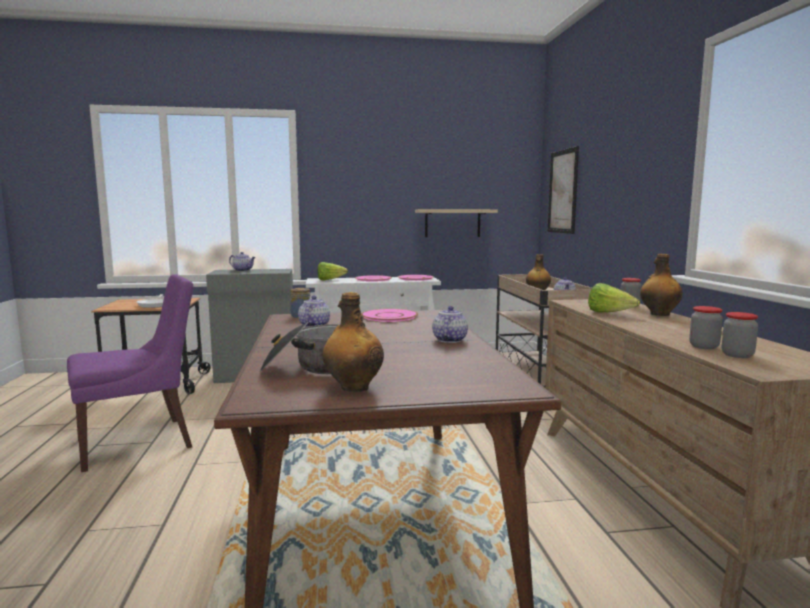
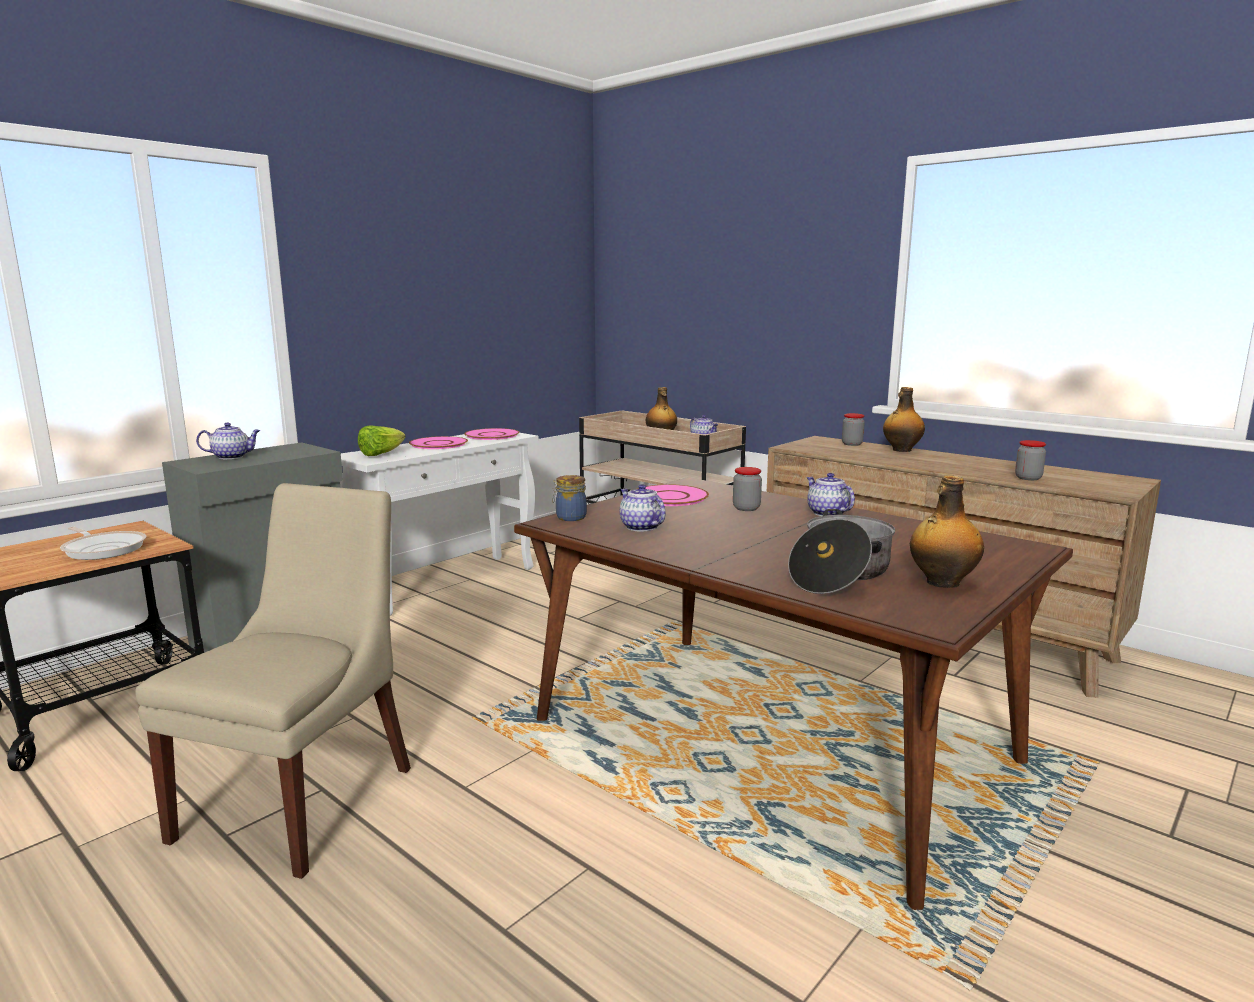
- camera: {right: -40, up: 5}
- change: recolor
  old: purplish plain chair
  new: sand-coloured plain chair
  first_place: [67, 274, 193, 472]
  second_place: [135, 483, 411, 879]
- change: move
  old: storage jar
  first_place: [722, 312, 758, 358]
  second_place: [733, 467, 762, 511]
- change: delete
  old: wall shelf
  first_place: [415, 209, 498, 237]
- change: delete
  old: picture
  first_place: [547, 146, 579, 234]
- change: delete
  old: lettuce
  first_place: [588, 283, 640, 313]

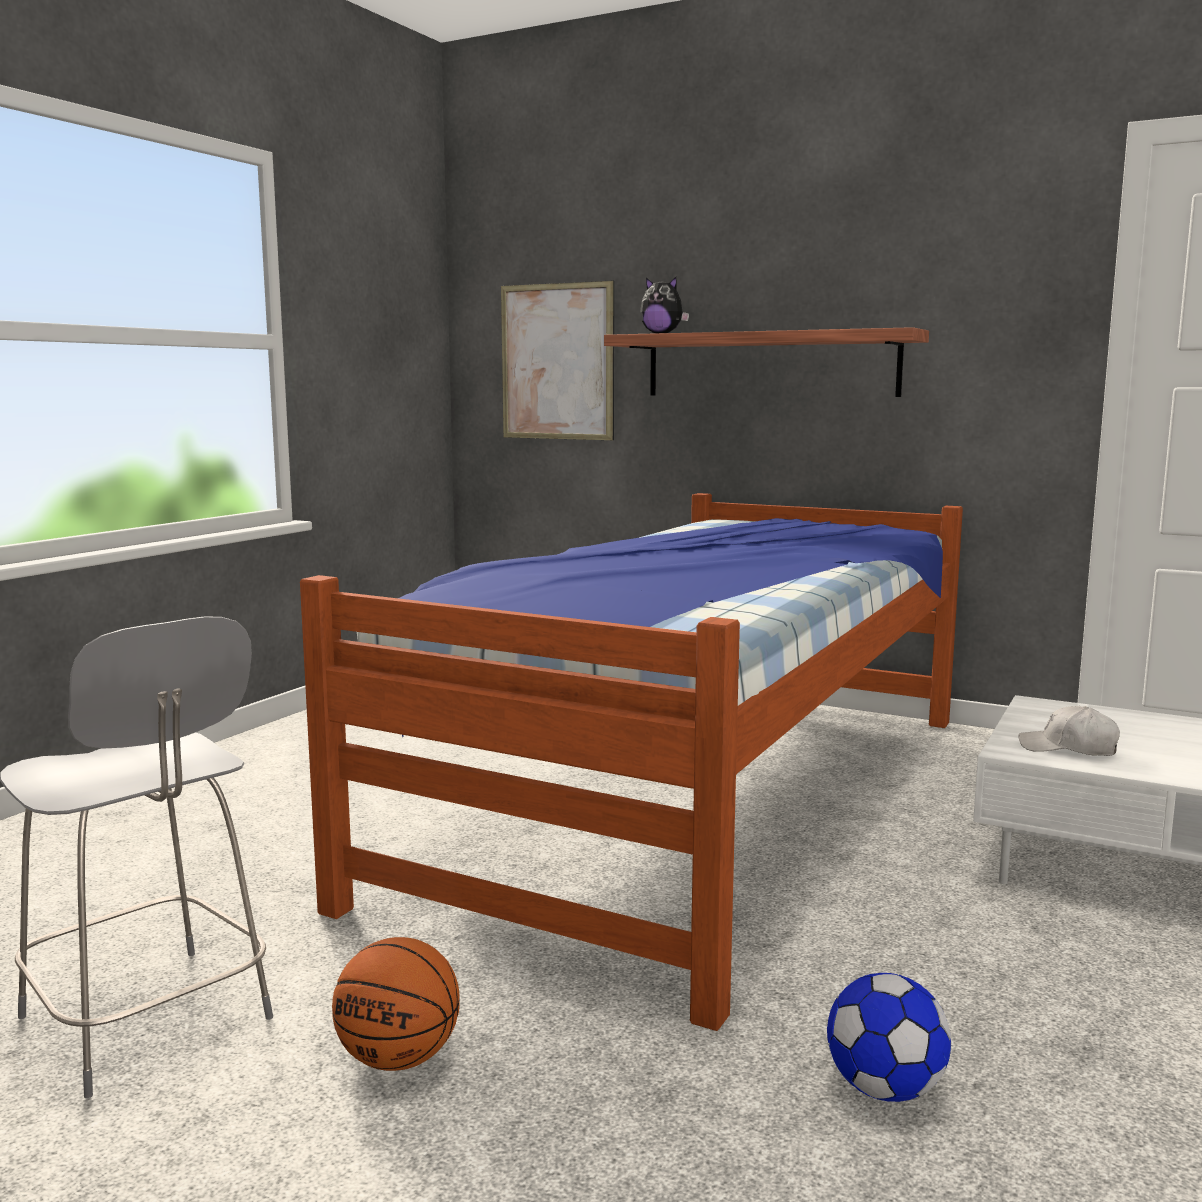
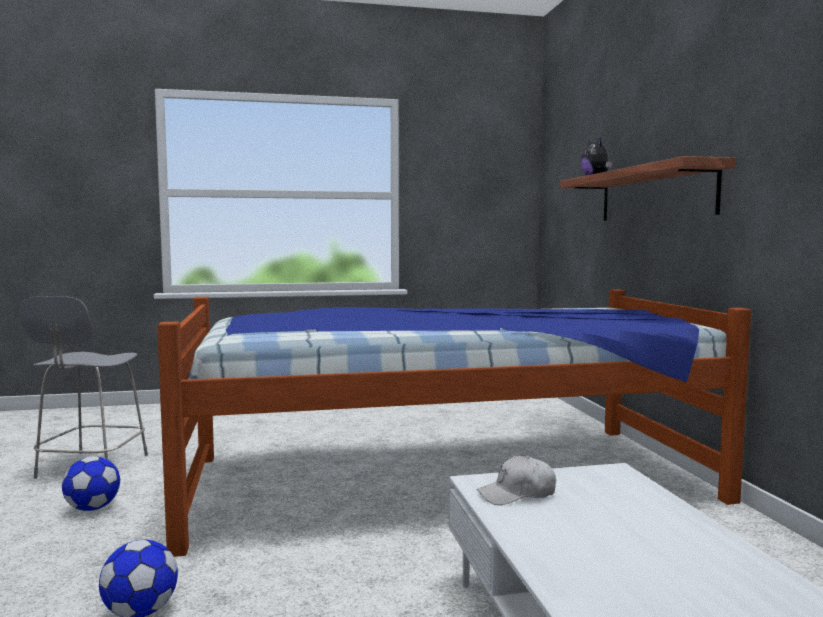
- camera: {right: 50, up: -5}
- change: replace
  old: ball for basketball
  new: football
  first_place: [332, 937, 460, 1071]
  second_place: [62, 456, 120, 511]
- change: rotate
  old: whitish cap
  first_place: [1019, 706, 1120, 756]
  second_place: [477, 456, 556, 505]
  degrees: -90
- change: delete
  old: picture
  first_place: [501, 280, 614, 440]

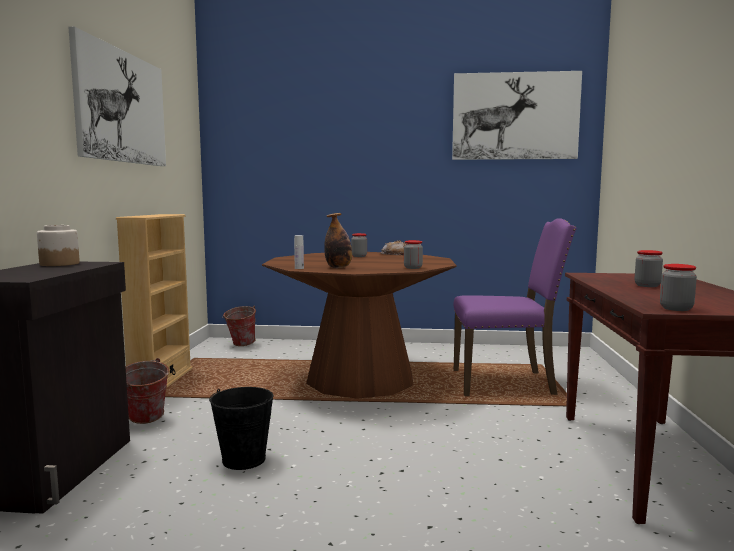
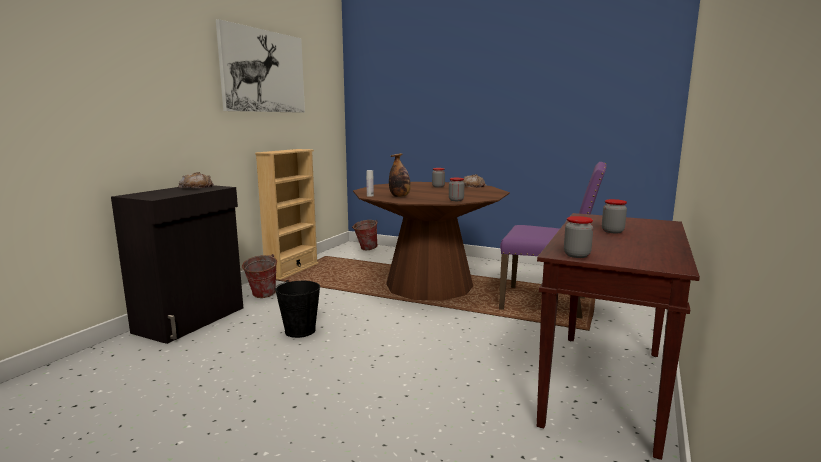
- camera: {right: 20, up: 5}
- change: replace
  old: storage jar
  new: bread
  first_place: [37, 225, 80, 266]
  second_place: [178, 172, 214, 188]
- change: delete
  old: picture
  first_place: [452, 71, 582, 160]

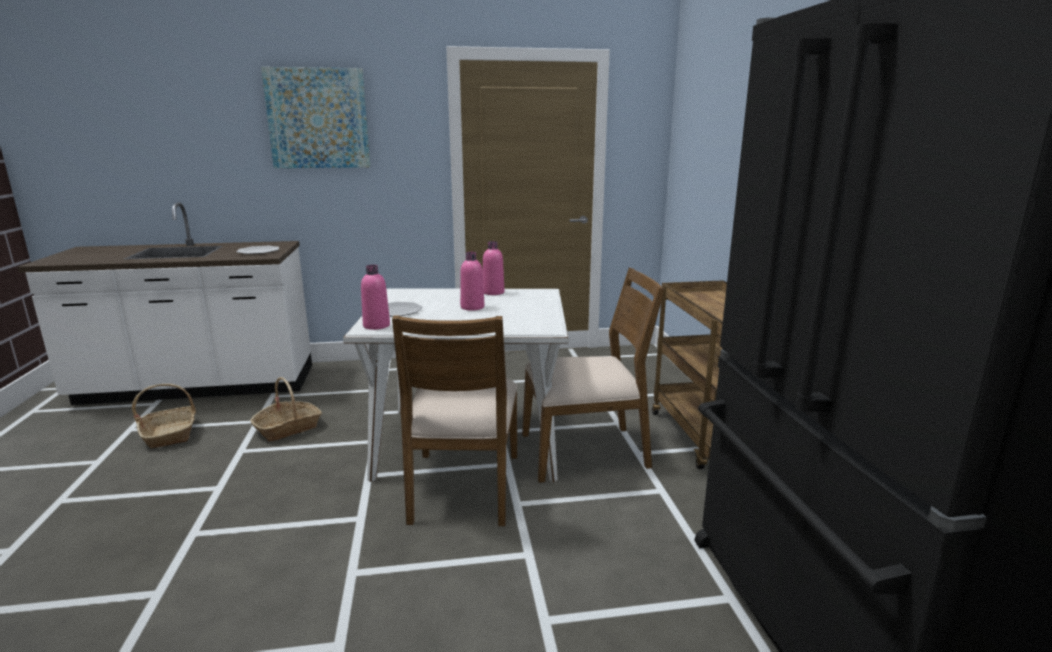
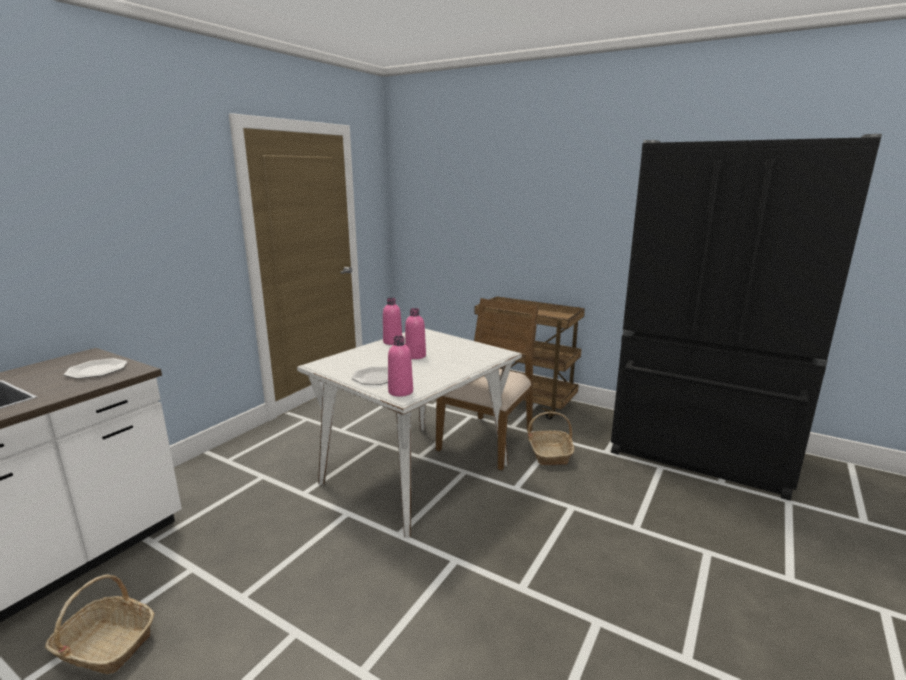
- camera: {right: -50, up: 0}
- change: move
  old: basket
  first_place: [250, 377, 322, 442]
  second_place: [527, 412, 574, 465]
- change: delete
  old: picture
  first_place: [261, 67, 370, 168]
- change: delete
  old: brown plain chair
  first_place: [392, 315, 517, 526]

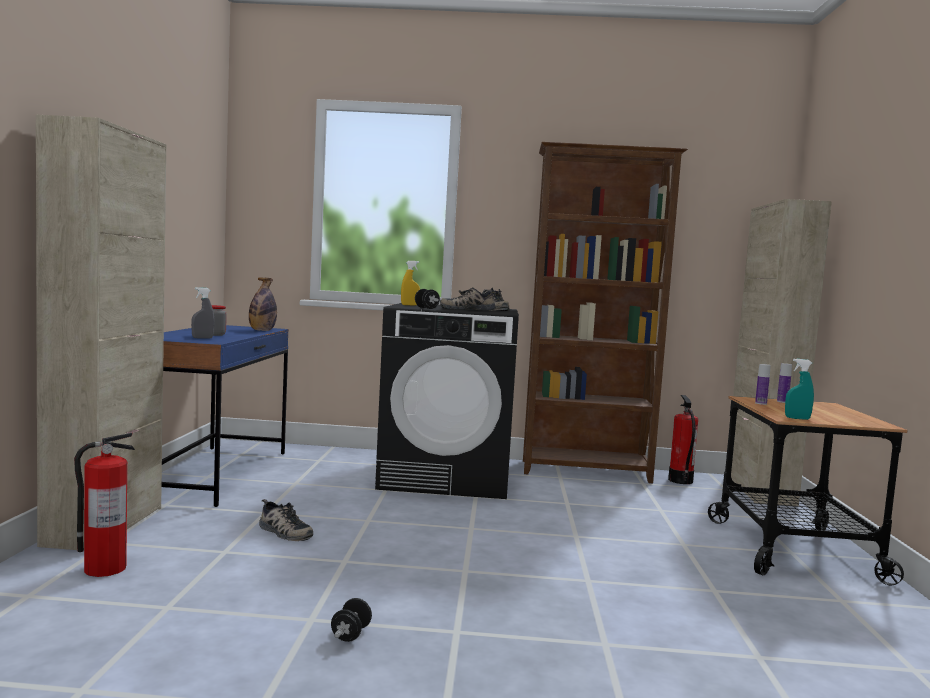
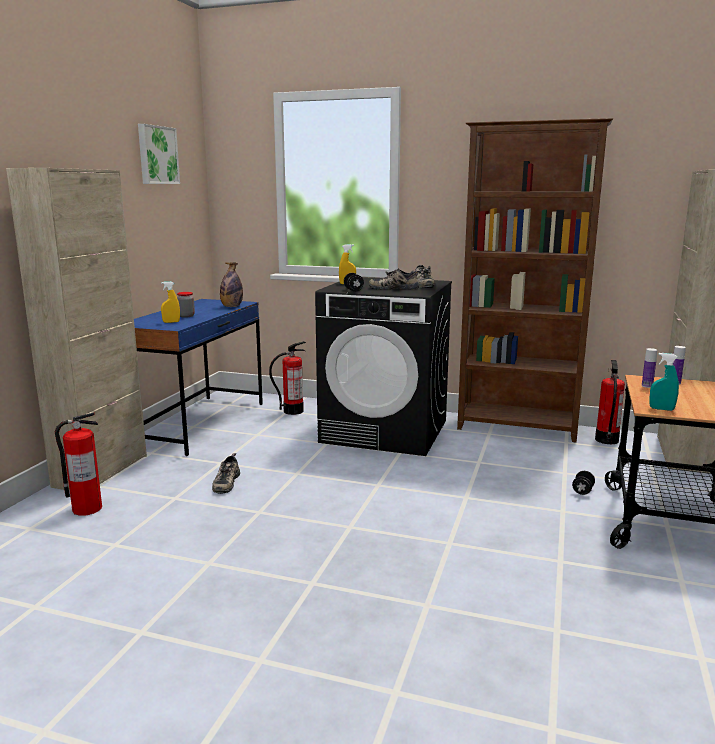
- camera: {right: 15, up: 10}
- change: insert
  new: picture
  second_place: [138, 124, 180, 184]
- change: recolor
  old: greyish spray bottle
  new: yellow-coloured spray bottle
  first_place: [191, 287, 214, 339]
  second_place: [161, 281, 180, 323]
- change: rotate
  old: item of footwear
  first_place: [259, 499, 313, 541]
  second_place: [212, 453, 240, 494]
  degrees: 45
- change: insert
  new: fire extinguisher
  second_place: [269, 341, 306, 415]
- change: move
  old: black-coloured hand weight
  first_place: [331, 598, 372, 642]
  second_place: [572, 471, 595, 495]

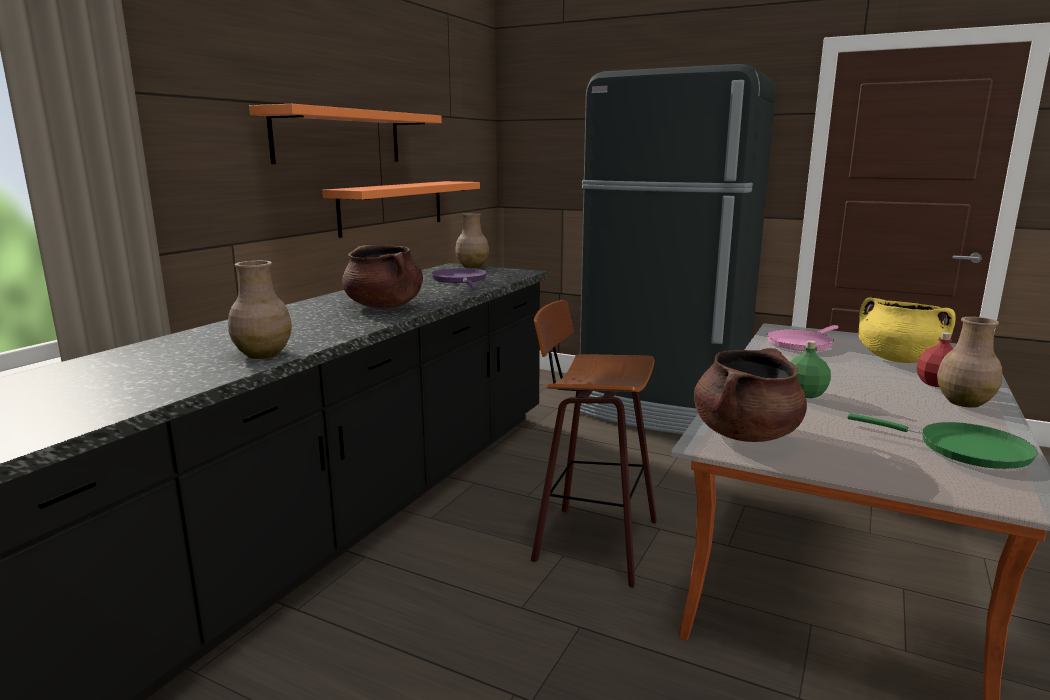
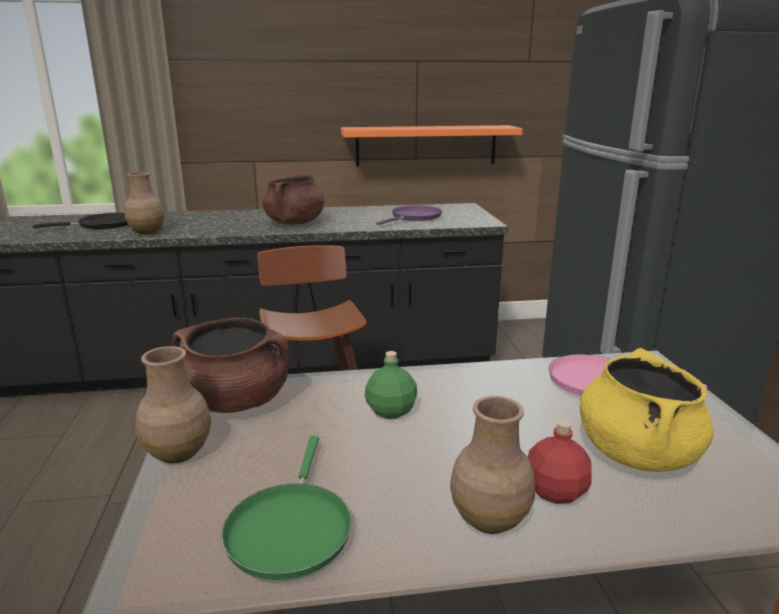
- camera: {right: 55, up: 5}
- change: insert
  new: black-coloured pan
  second_place: [33, 213, 129, 229]
- change: move
  old: brown flower vase
  first_place: [455, 213, 489, 268]
  second_place: [136, 346, 211, 464]
- change: delete
  old: orangey wall shelf
  first_place: [249, 104, 442, 164]

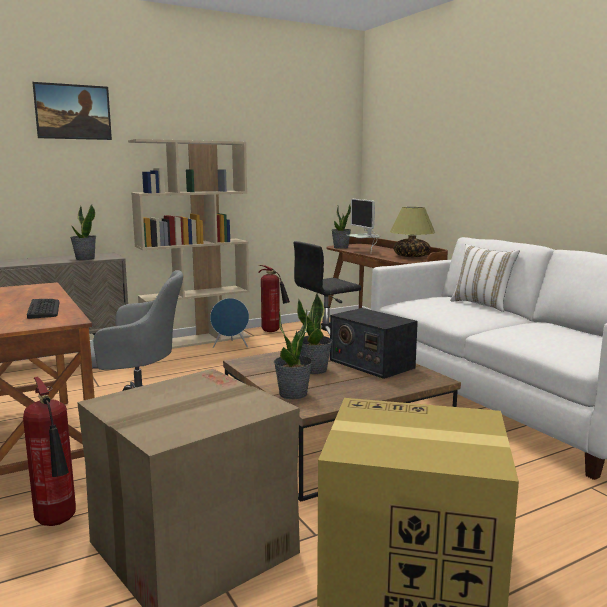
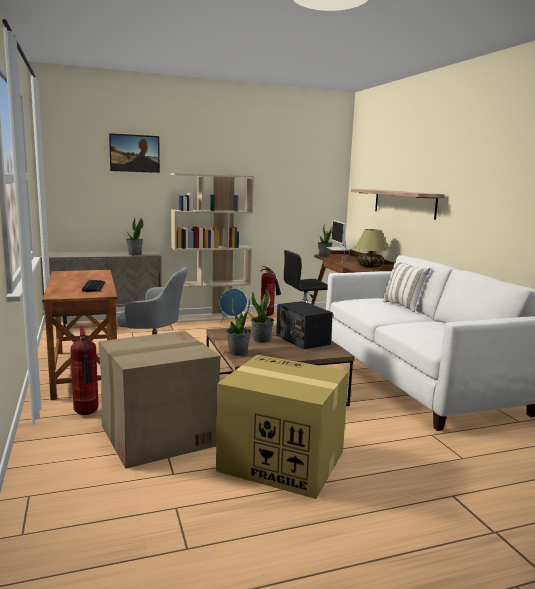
- camera: {right: 10, up: 0}
- change: insert
  new: wall shelf
  second_place: [351, 189, 445, 220]

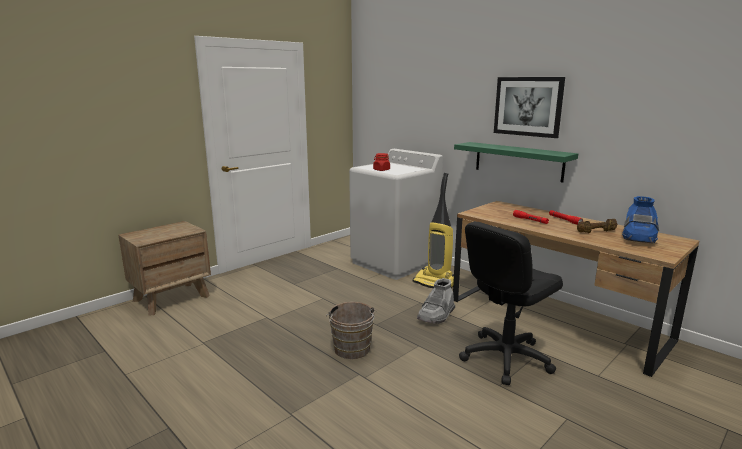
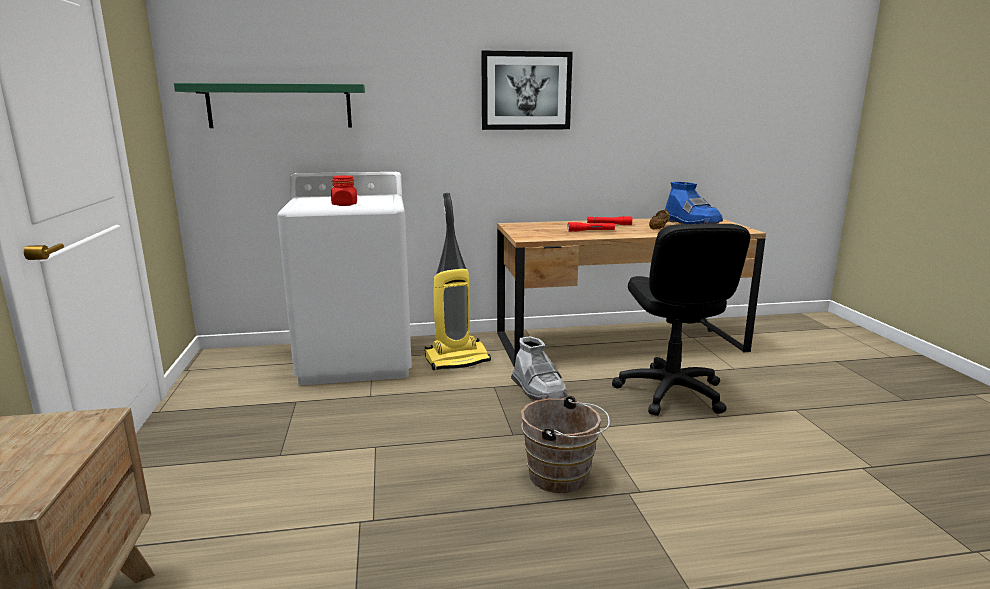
- camera: {right: -55, up: 0}
- change: move
  old: greenish wall shelf
  first_place: [454, 142, 578, 183]
  second_place: [174, 83, 365, 128]

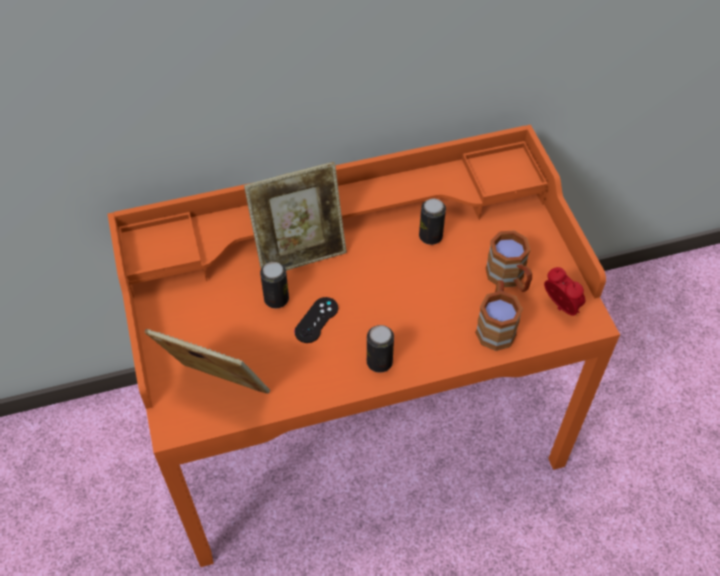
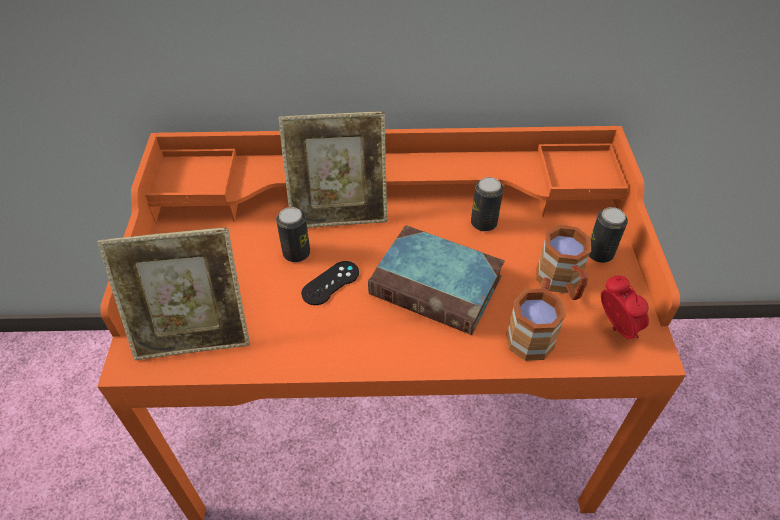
- camera: {right: 15, up: -5}
- change: rotate
  old: picture frame
  first_place: [145, 329, 270, 394]
  second_place: [97, 227, 250, 360]
  degrees: 135
- change: insert
  new: volume
  second_place: [368, 225, 505, 335]
- change: move
  old: metal can
  first_place: [367, 325, 394, 373]
  second_place: [589, 207, 628, 263]

